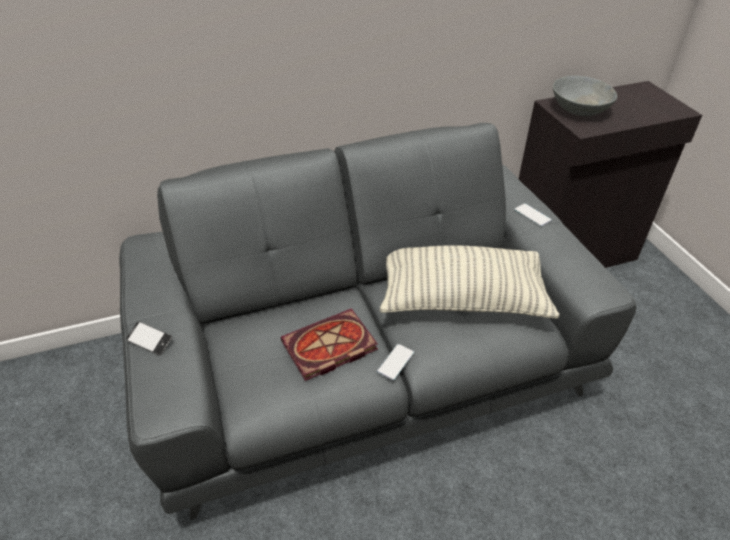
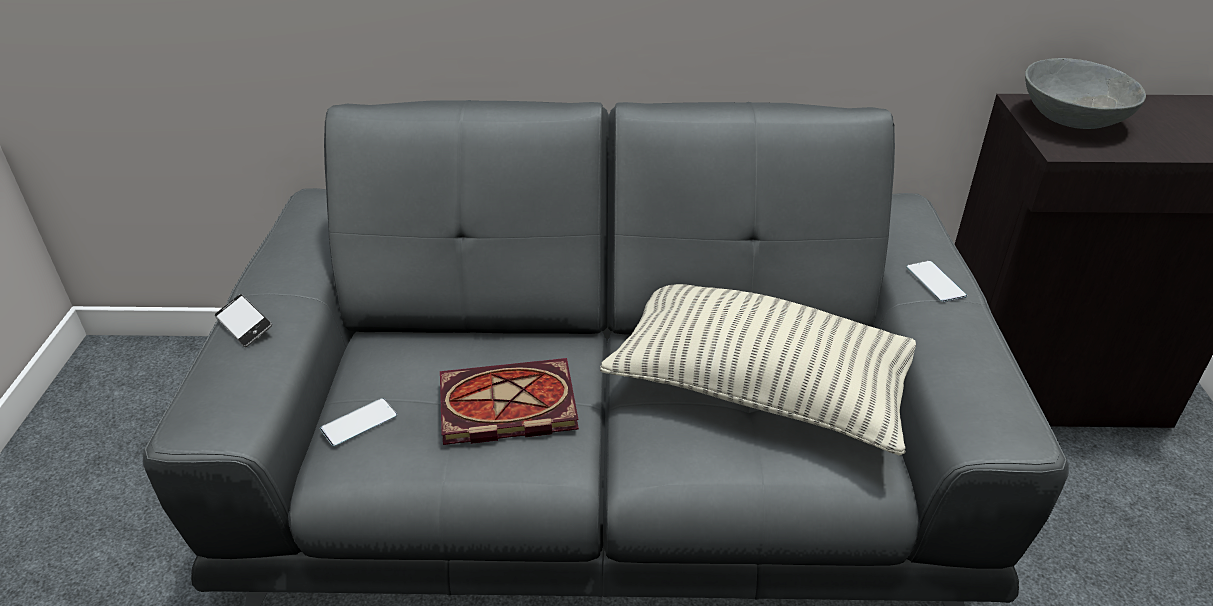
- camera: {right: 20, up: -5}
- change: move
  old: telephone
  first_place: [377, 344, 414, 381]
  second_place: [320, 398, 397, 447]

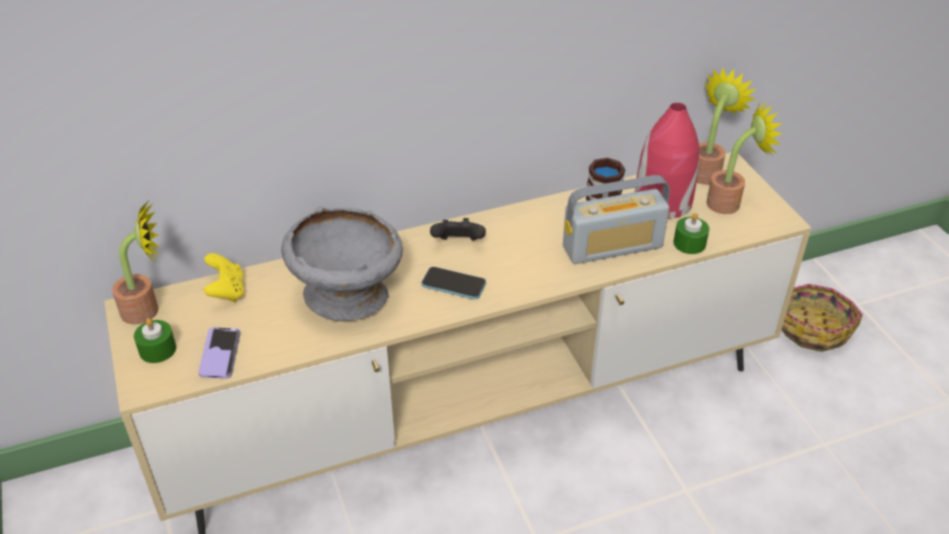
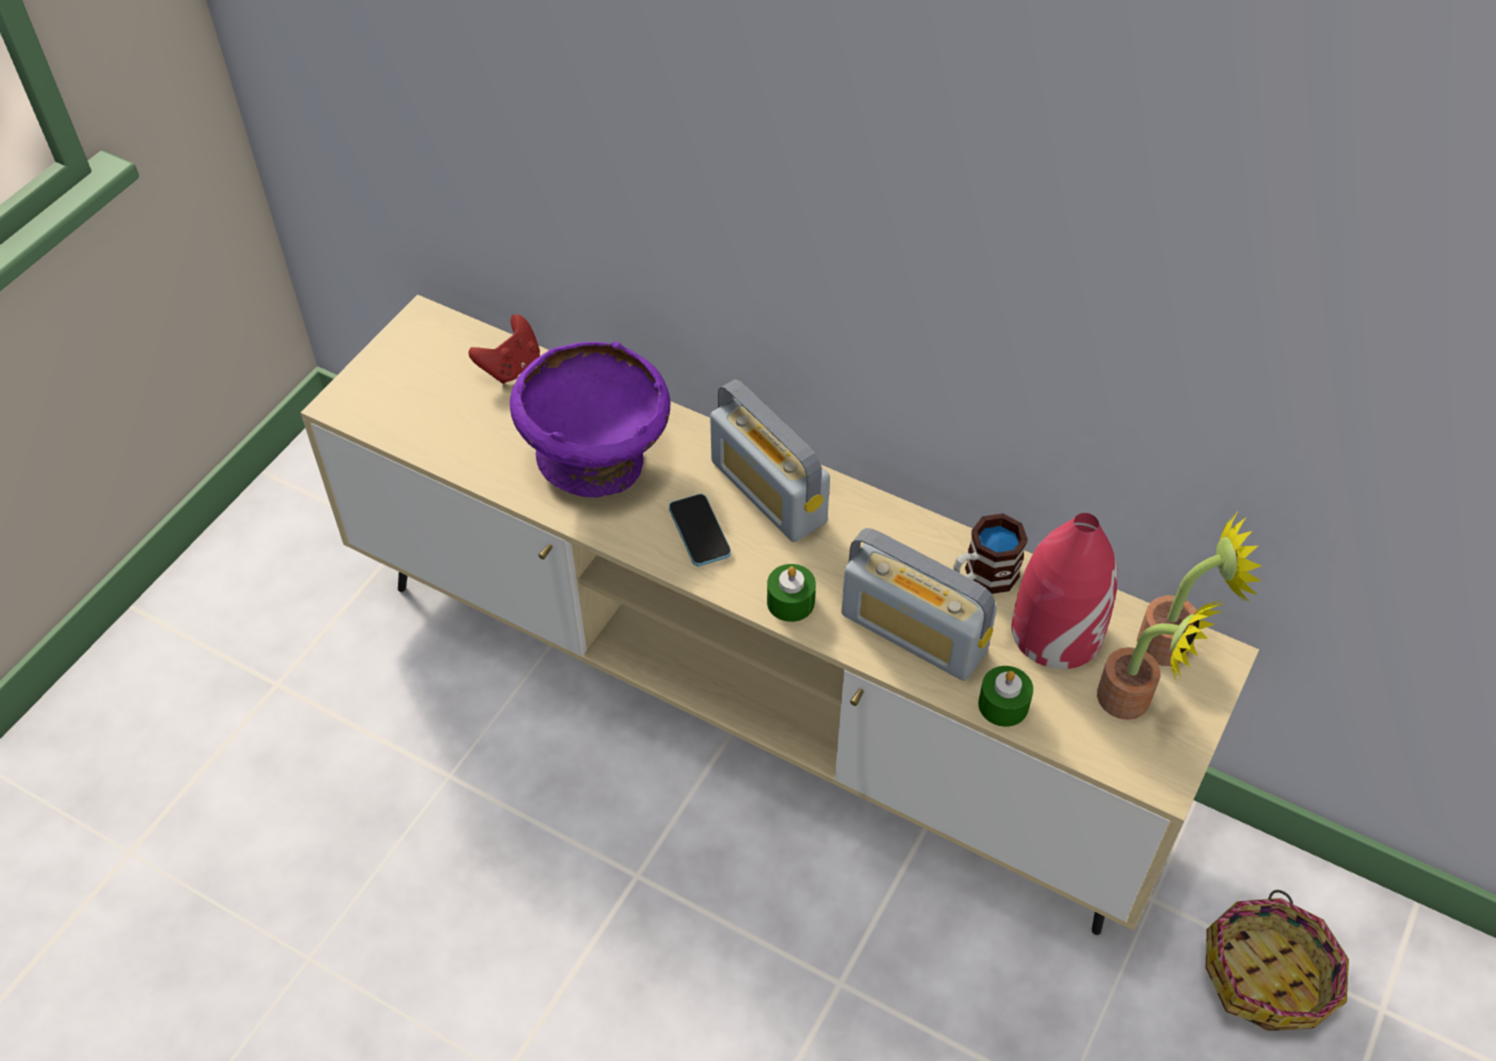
- camera: {right: 50, up: 10}
- change: recolor
  old: yellow-coloured game controller
  new: red game controller
  first_place: [204, 253, 244, 302]
  second_place: [468, 315, 540, 384]
- change: recolor
  old: greyish serving bowl
  new: purplish serving bowl
  first_place: [281, 207, 403, 321]
  second_place: [510, 341, 671, 497]
- change: replace
  old: black-coloured game controller
  new: radio
  first_place: [430, 218, 486, 240]
  second_place: [710, 379, 830, 542]
- change: move
  old: greenish wax light
  first_place: [134, 318, 176, 363]
  second_place: [767, 564, 816, 622]
- change: delete
  old: plant in a pot
  first_place: [112, 201, 160, 324]
- change: delete
  old: telephone
  first_place: [198, 327, 240, 379]

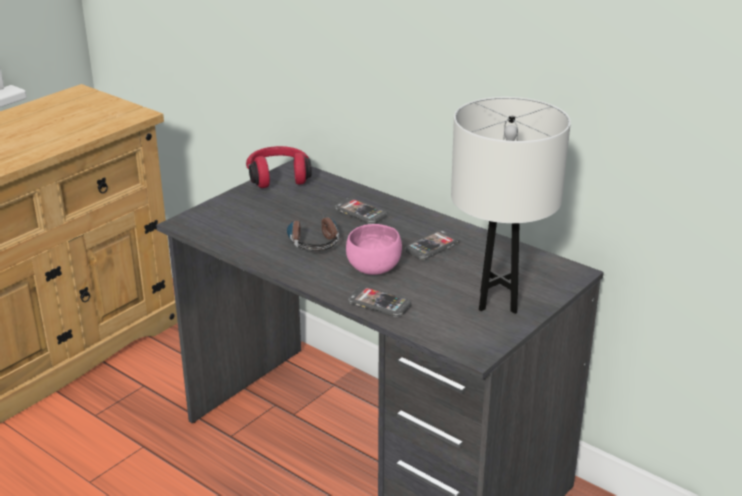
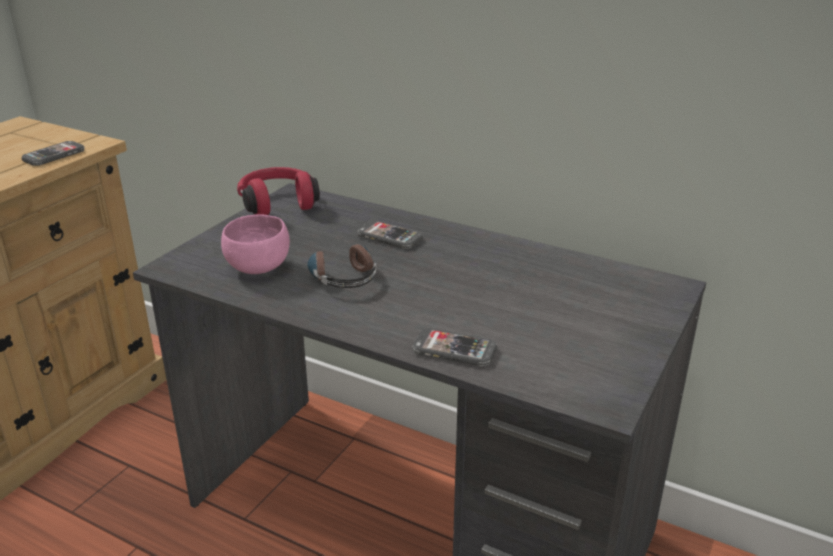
- camera: {right: -10, up: 0}
- change: move
  old: telephone
  first_place: [405, 230, 459, 260]
  second_place: [21, 141, 85, 166]
- change: move
  old: pink serving bowl
  first_place: [346, 224, 402, 275]
  second_place: [221, 214, 290, 274]
- change: delete
  old: whitish lamp for a table
  first_place: [451, 97, 571, 314]

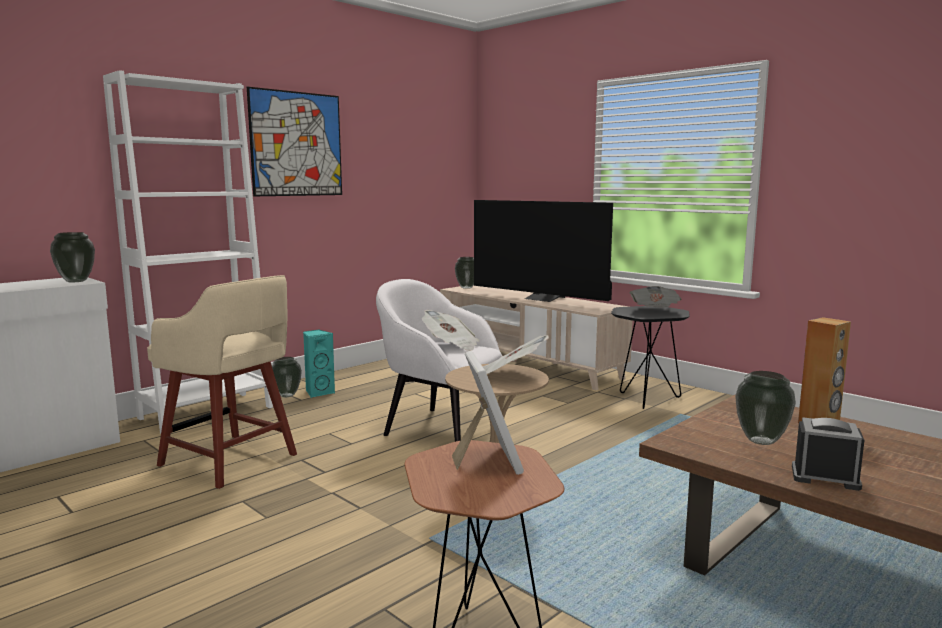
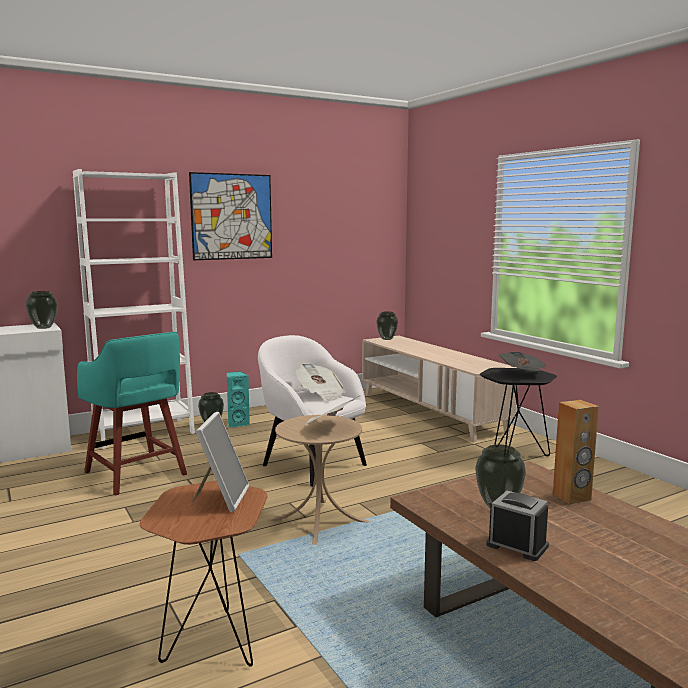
- camera: {right: 15, up: 0}
- change: recolor
  old: sand-coloured stool seat
  new: turquoise-coloured stool seat
  first_place: [147, 275, 297, 489]
  second_place: [77, 332, 187, 496]
- change: delete
  old: television
  first_place: [474, 200, 613, 302]

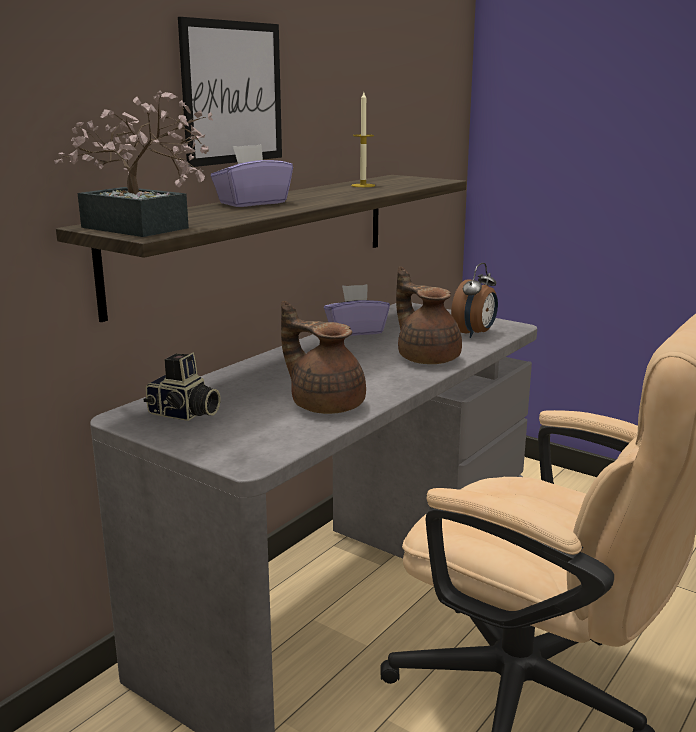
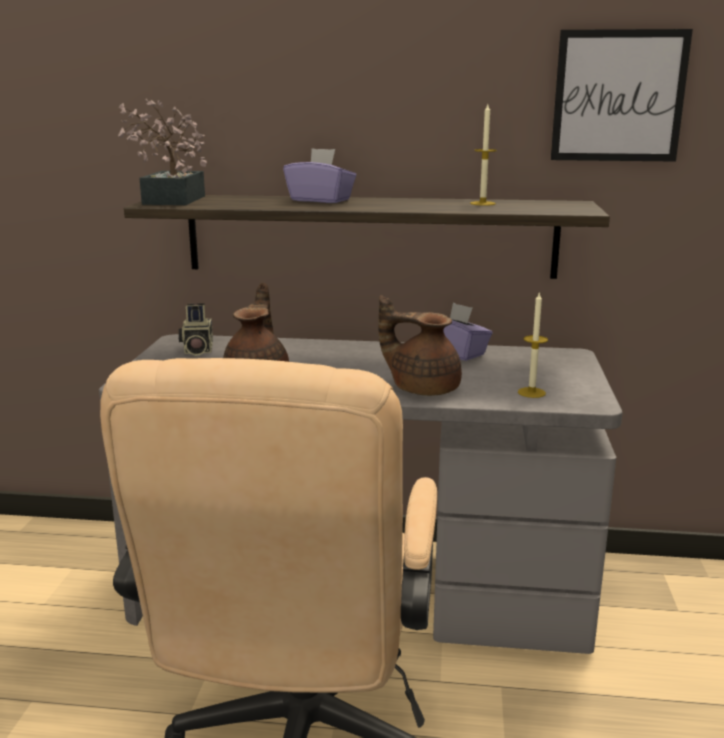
- camera: {right: 60, up: 0}
- change: rotate
  old: brown teapot
  first_place: [396, 267, 462, 364]
  second_place: [379, 295, 462, 396]
  degrees: -90
- change: replace
  old: bedside clock
  new: wax light
  first_place: [451, 263, 498, 338]
  second_place: [518, 291, 548, 398]
- change: move
  old: picture
  first_place: [178, 17, 282, 167]
  second_place: [551, 29, 693, 162]

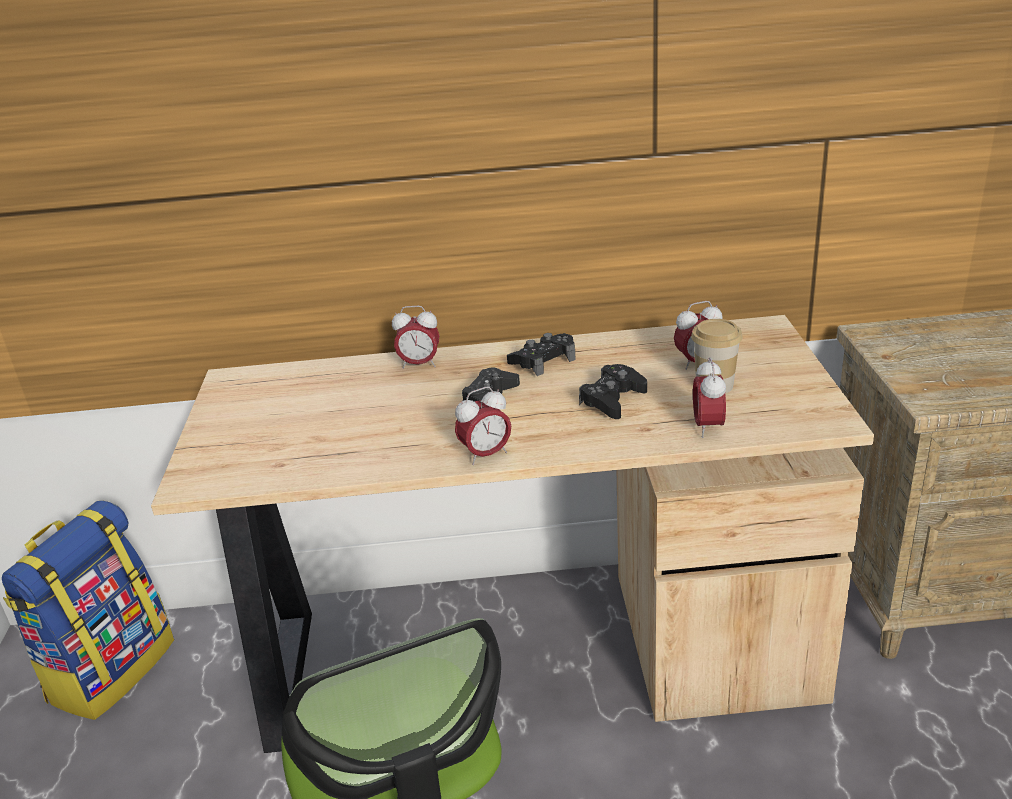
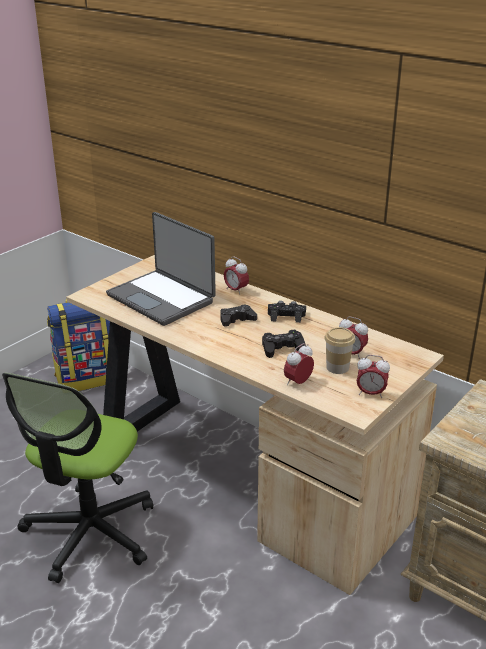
- camera: {right: 40, up: 0}
- change: insert
  new: portable computer
  second_place: [106, 212, 216, 326]
- change: move
  old: bedside clock
  first_place: [455, 387, 511, 465]
  second_place: [357, 355, 390, 398]

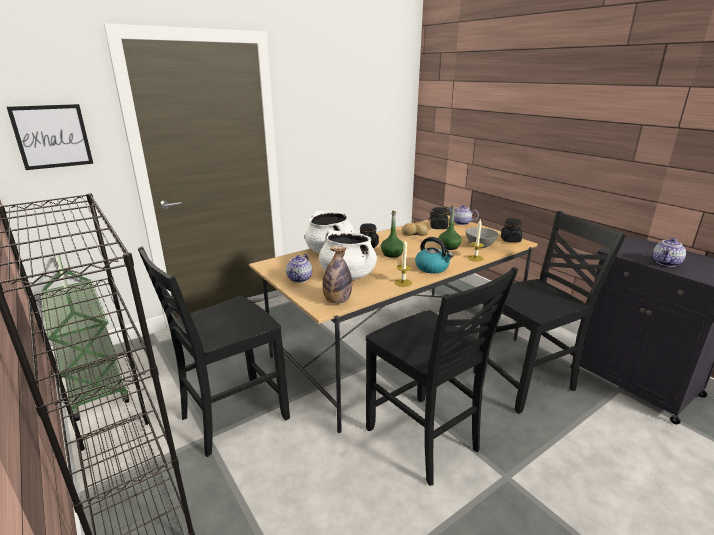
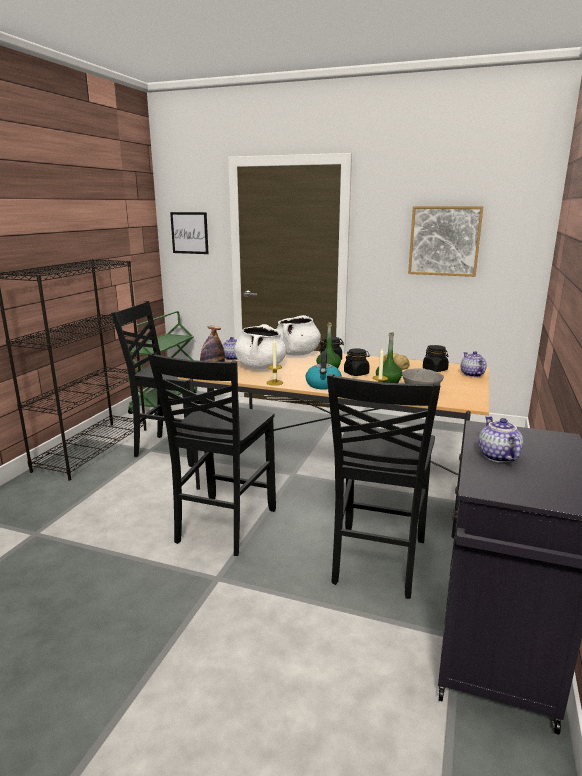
- camera: {right: 55, up: -5}
- change: rotate
  old: black-coloured plain chair
  first_place: [473, 211, 626, 414]
  second_place: [327, 374, 440, 599]
  degrees: 75
- change: move
  old: black-coloured storage jar
  first_place: [501, 218, 522, 242]
  second_place: [344, 348, 370, 376]
- change: insert
  new: picture
  second_place: [408, 206, 483, 277]
- change: rotate
  old: teapot
  first_place: [653, 238, 686, 267]
  second_place: [478, 416, 523, 463]
  degrees: 75

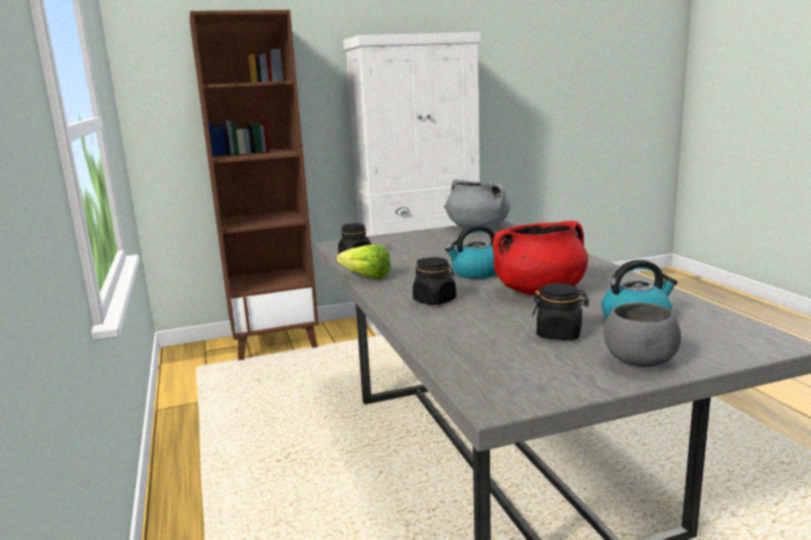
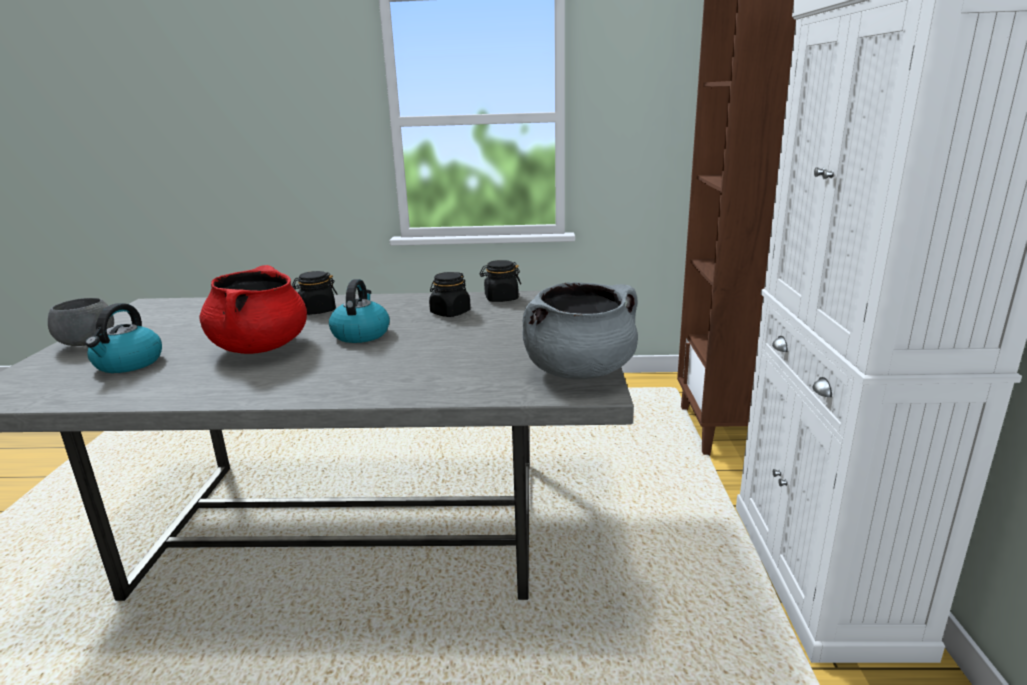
- camera: {right: 110, up: 5}
- change: move
  old: black-coloured storage jar
  first_place: [532, 283, 589, 340]
  second_place: [429, 272, 471, 317]
- change: delete
  old: lettuce
  first_place: [337, 244, 391, 279]

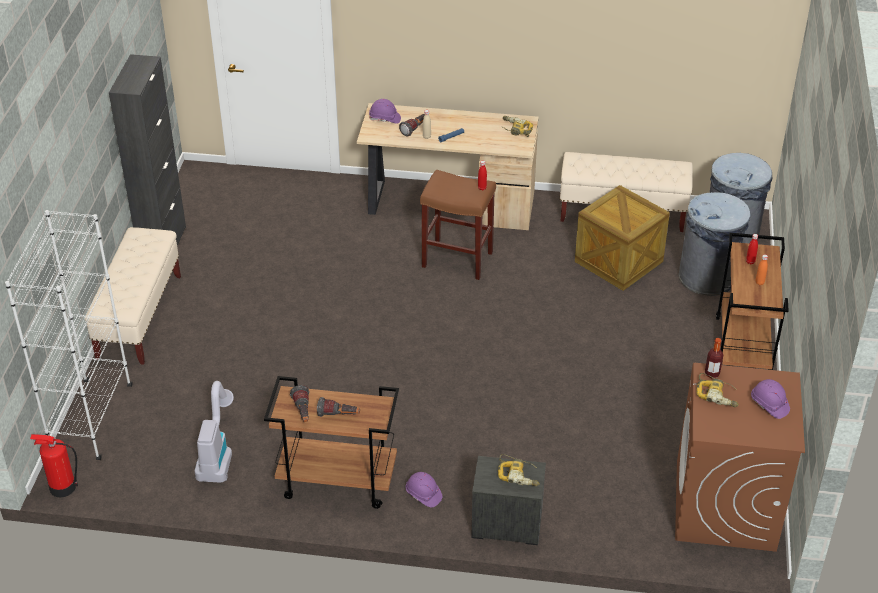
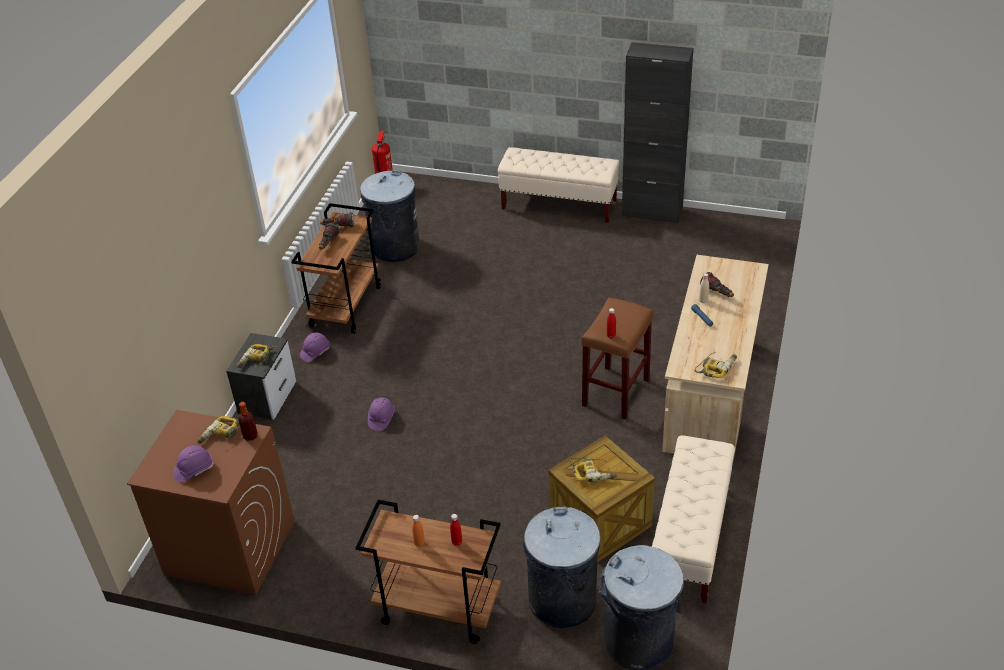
- camera: {right: 100, up: 0}
- change: replace
  old: hoover
  new: greyish trash can
  first_place: [195, 381, 234, 482]
  second_place: [360, 170, 420, 262]
- change: move
  old: purplish hard hat
  first_place: [369, 99, 401, 124]
  second_place: [368, 397, 395, 431]
- change: insert
  new: electric drill
  second_place: [570, 458, 617, 482]
- change: delete
  old: whitish shelving unit
  first_place: [5, 210, 133, 460]

